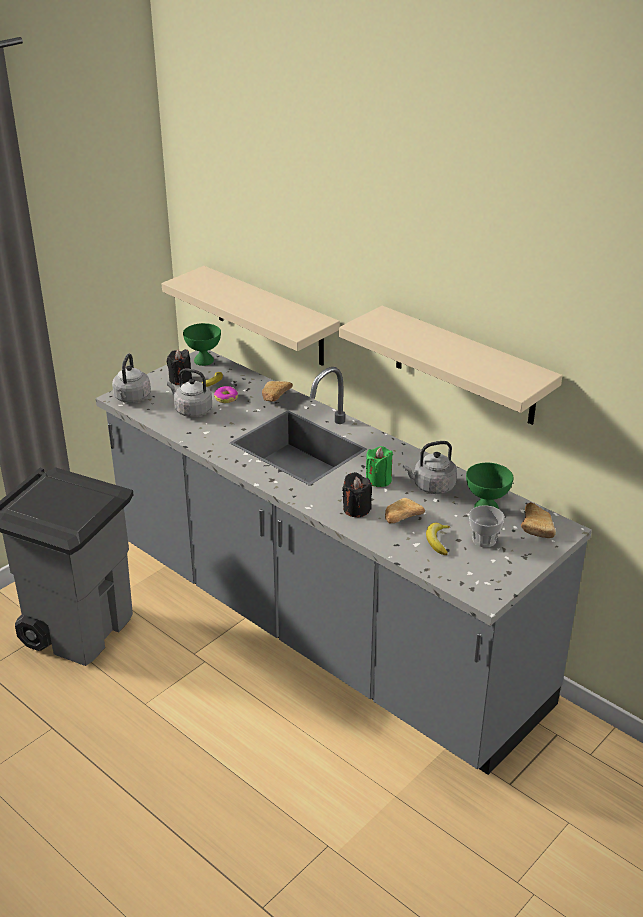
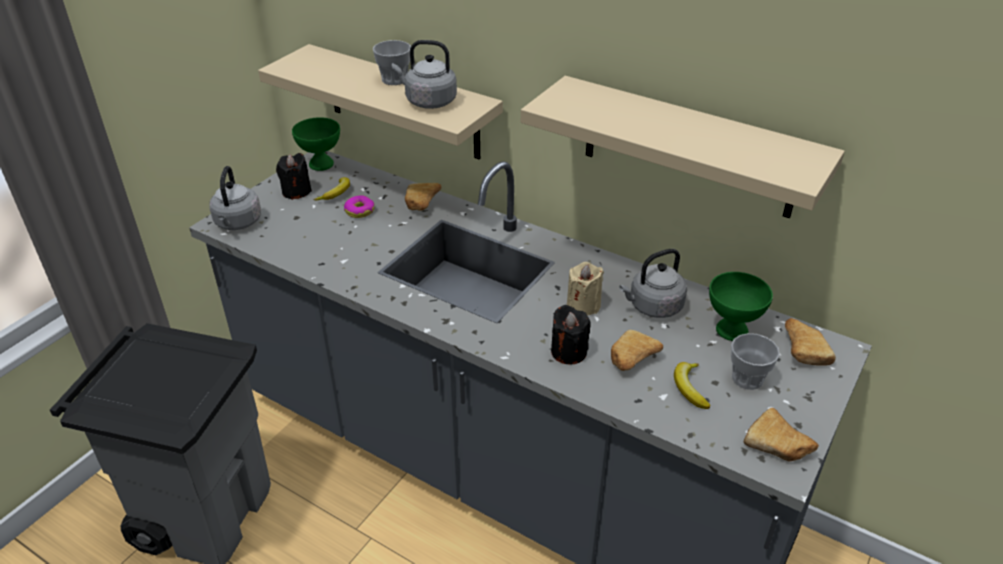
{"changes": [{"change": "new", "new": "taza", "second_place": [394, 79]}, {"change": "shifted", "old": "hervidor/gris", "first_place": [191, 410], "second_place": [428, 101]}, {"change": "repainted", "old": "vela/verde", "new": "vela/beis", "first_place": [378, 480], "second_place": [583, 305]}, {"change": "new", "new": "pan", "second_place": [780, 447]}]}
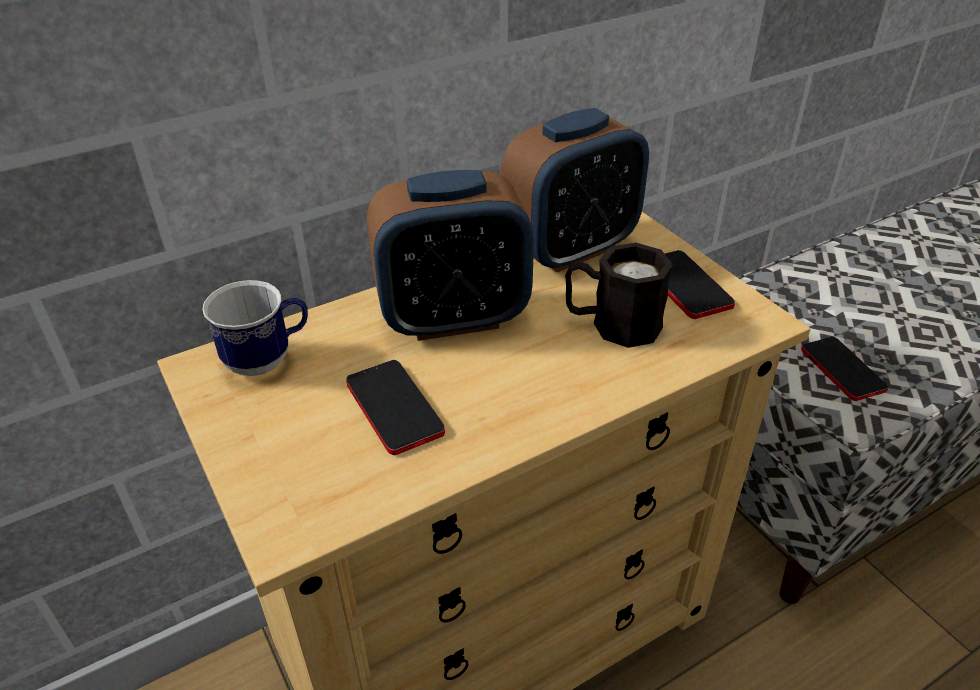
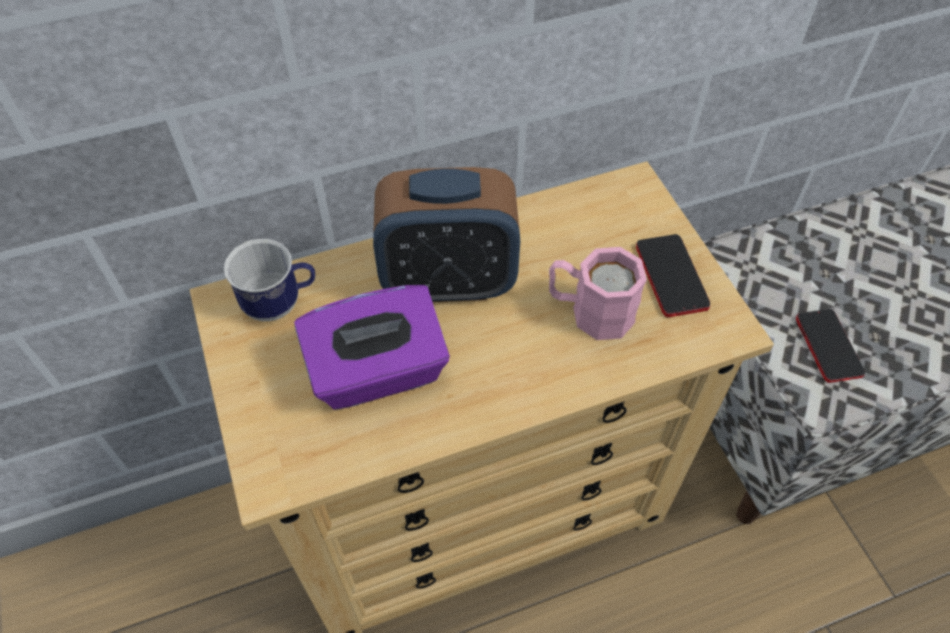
{"changes": [{"change": "swapped", "old": "móvil", "new": "caja de pañuelos/morado", "first_place": [394, 407], "second_place": [378, 372]}, {"change": "repainted", "old": "taza grande/negro", "new": "taza grande/rosa", "first_place": [612, 324], "second_place": [590, 311]}, {"change": "gone", "old": "despertador", "first_place": [571, 249]}]}
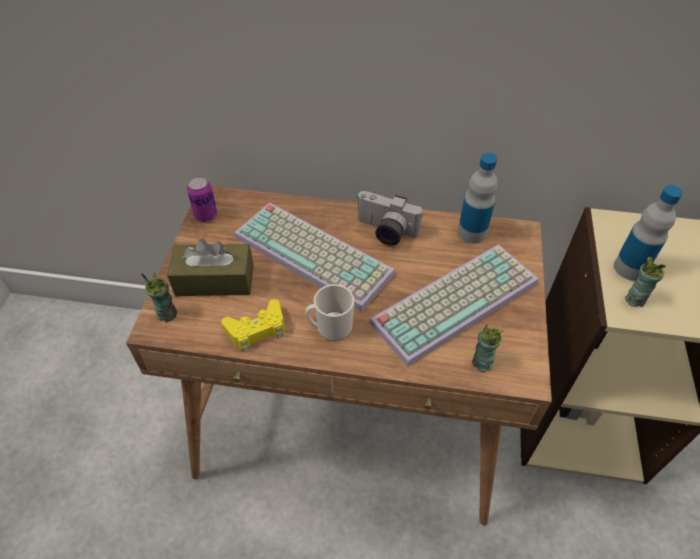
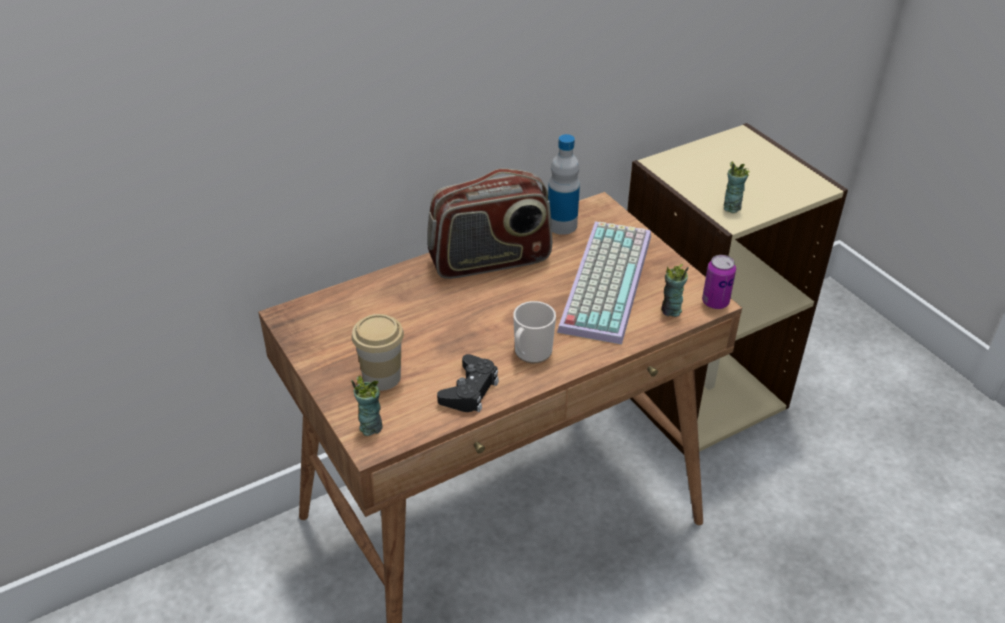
{"changes": [{"change": "swapped", "old": "caja de pañuelos/marrón", "new": "taza", "first_place": [215, 280], "second_place": [381, 377]}, {"change": "swapped", "old": "cámara", "new": "radio", "first_place": [385, 232], "second_place": [490, 260]}, {"change": "repainted", "old": "mando de consola/amarillo", "new": "mando de consola/negro", "first_place": [257, 329], "second_place": [470, 390]}, {"change": "shifted", "old": "lata", "first_place": [206, 215], "second_place": [715, 302]}, {"change": "gone", "old": "teclado", "first_place": [316, 254]}, {"change": "gone", "old": "botella", "first_place": [629, 268]}]}
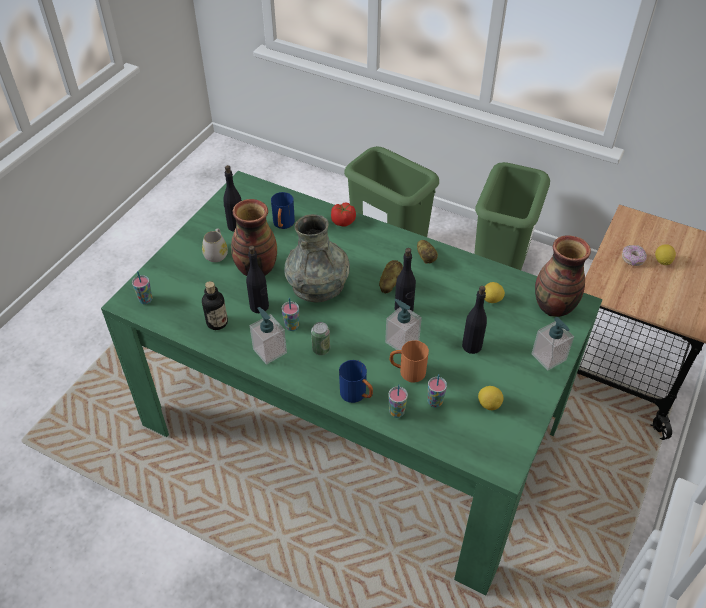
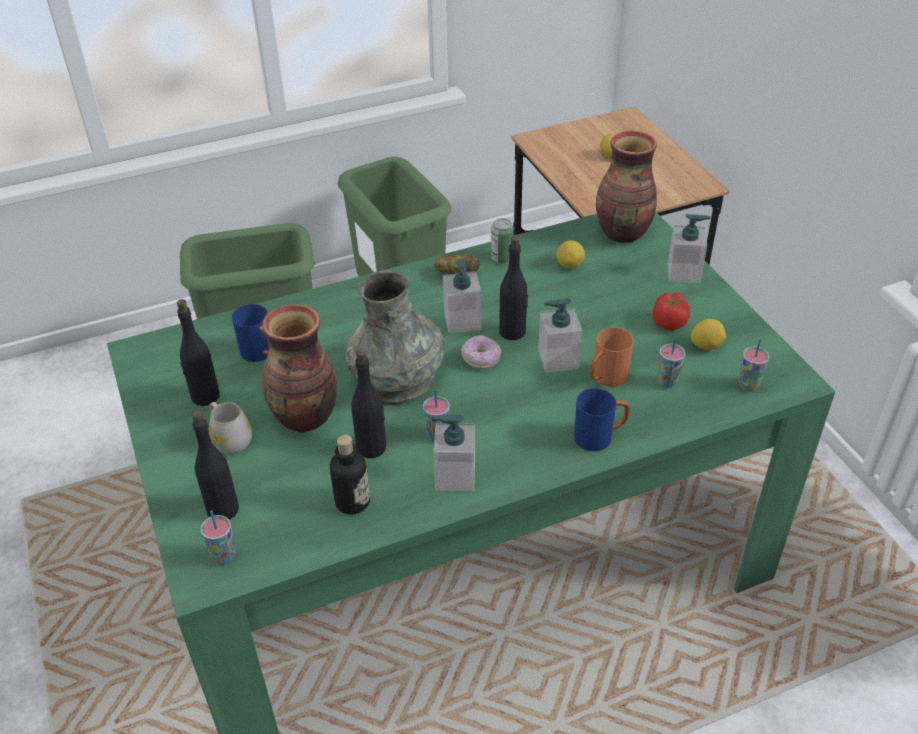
{"changes": [{"change": "shifted", "old": "botella/negro", "first_place": [472, 346], "second_place": [222, 509]}, {"change": "swapped", "old": "patata", "new": "dispensador de jabón", "first_place": [389, 283], "second_place": [462, 321]}, {"change": "shifted", "old": "rosquilla", "first_place": [632, 259], "second_place": [481, 359]}, {"change": "shifted", "old": "lata", "first_place": [321, 349], "second_place": [501, 258]}, {"change": "shifted", "old": "tomate", "first_place": [343, 221], "second_place": [669, 322]}, {"change": "shifted", "old": "taza", "first_place": [396, 412], "second_place": [748, 385]}]}
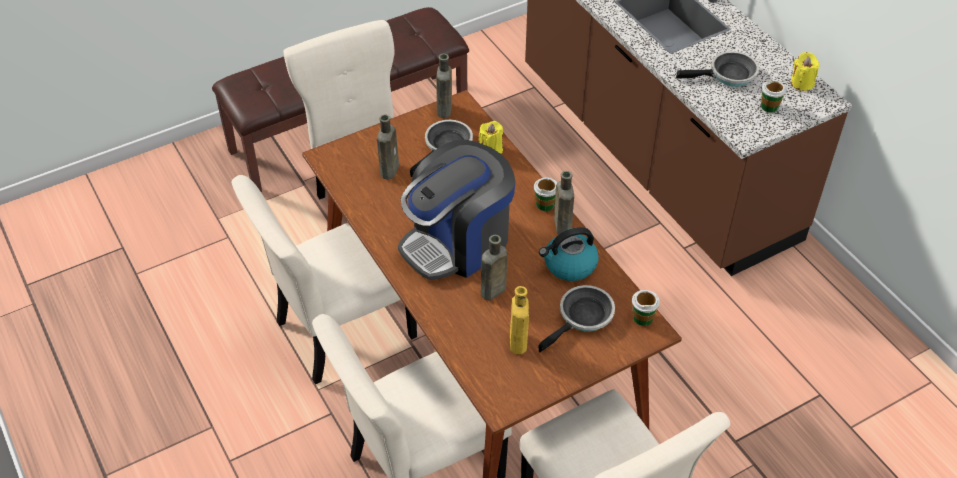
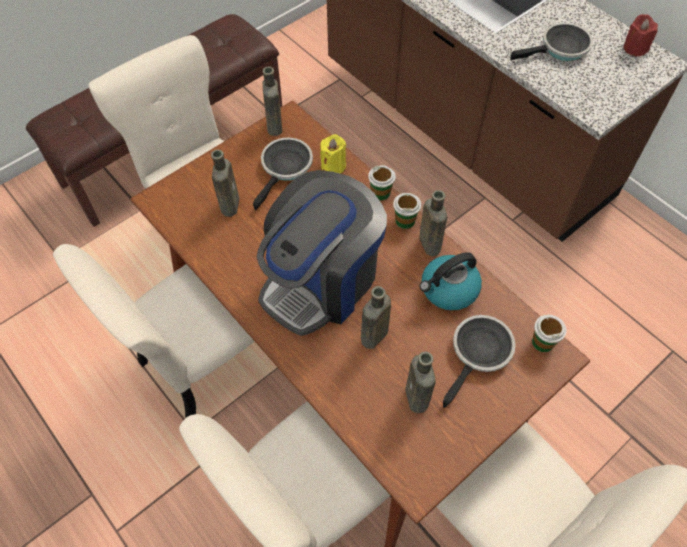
{"changes": [{"change": "shifted", "old": "taza", "first_place": [769, 106], "second_place": [380, 193]}, {"change": "repainted", "old": "botella/amarillo", "new": "botella/marrón", "first_place": [518, 344], "second_place": [417, 400]}, {"change": "repainted", "old": "vela/amarillo", "new": "vela/rojo", "first_place": [802, 83], "second_place": [635, 48]}]}
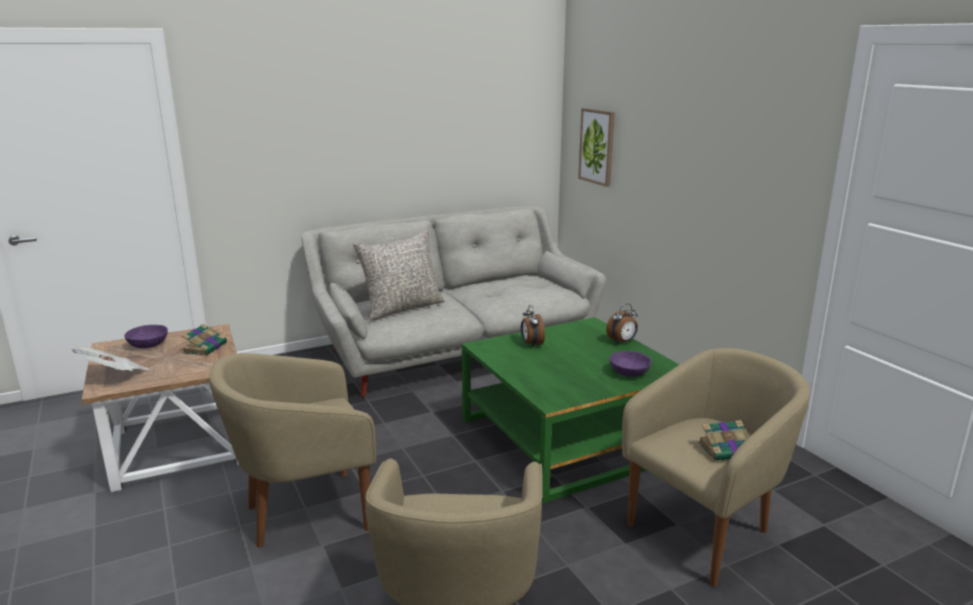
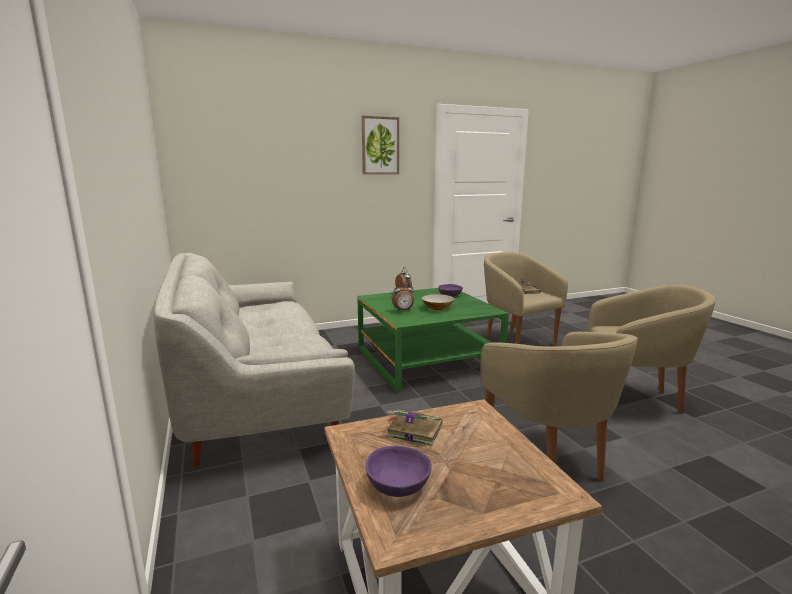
{"changes": [{"change": "shifted", "old": "cuadro", "first_place": [597, 146], "second_place": [380, 145]}, {"change": "new", "new": "cuenco", "second_place": [437, 308]}, {"change": "gone", "old": "periódico", "first_place": [113, 375]}, {"change": "gone", "old": "cojín/gris", "first_place": [402, 308]}]}
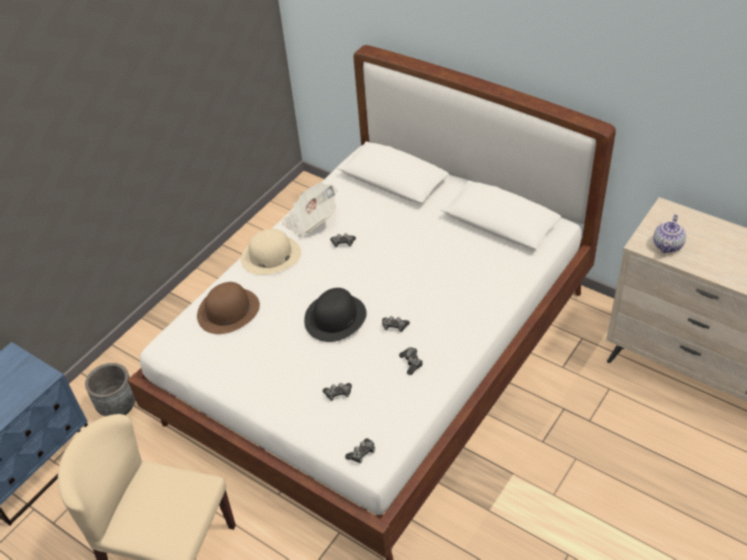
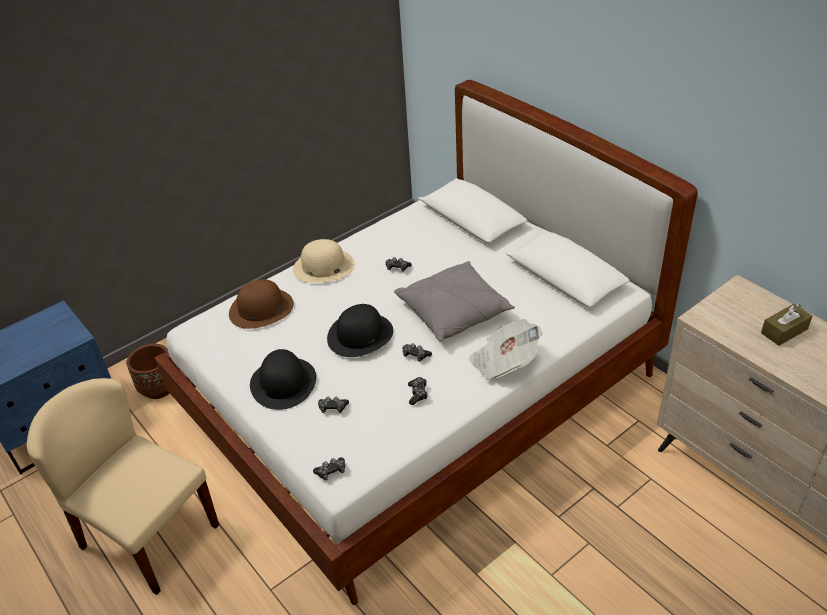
{"changes": [{"change": "repainted", "old": "maceta/gris", "new": "maceta/marrón", "first_place": [118, 406], "second_place": [159, 388]}, {"change": "new", "new": "sombrero/negro", "second_place": [283, 382]}, {"change": "new", "new": "cojín/gris", "second_place": [454, 312]}, {"change": "shifted", "old": "periódico", "first_place": [311, 220], "second_place": [504, 362]}, {"change": "new", "new": "caja de pañuelos/marrón", "second_place": [784, 331]}, {"change": "gone", "old": "tetera", "first_place": [668, 246]}]}
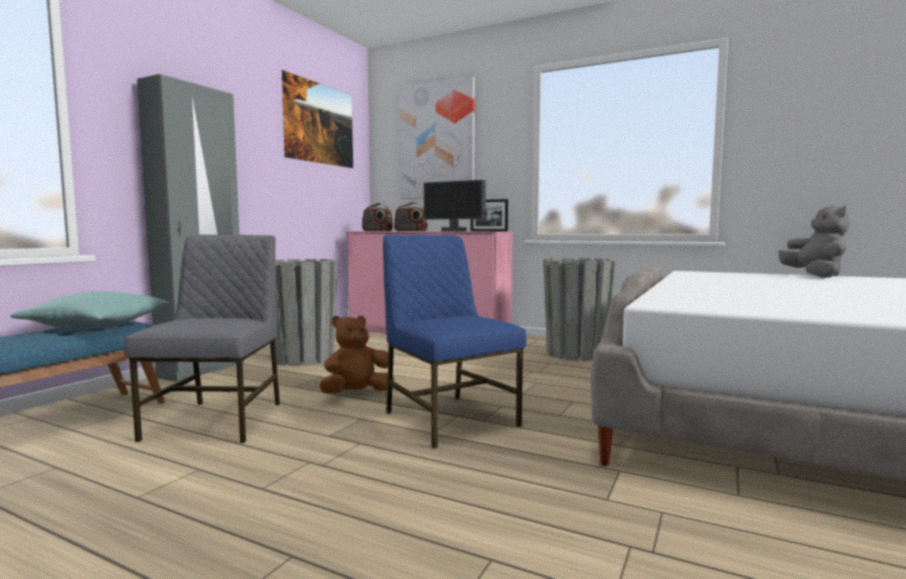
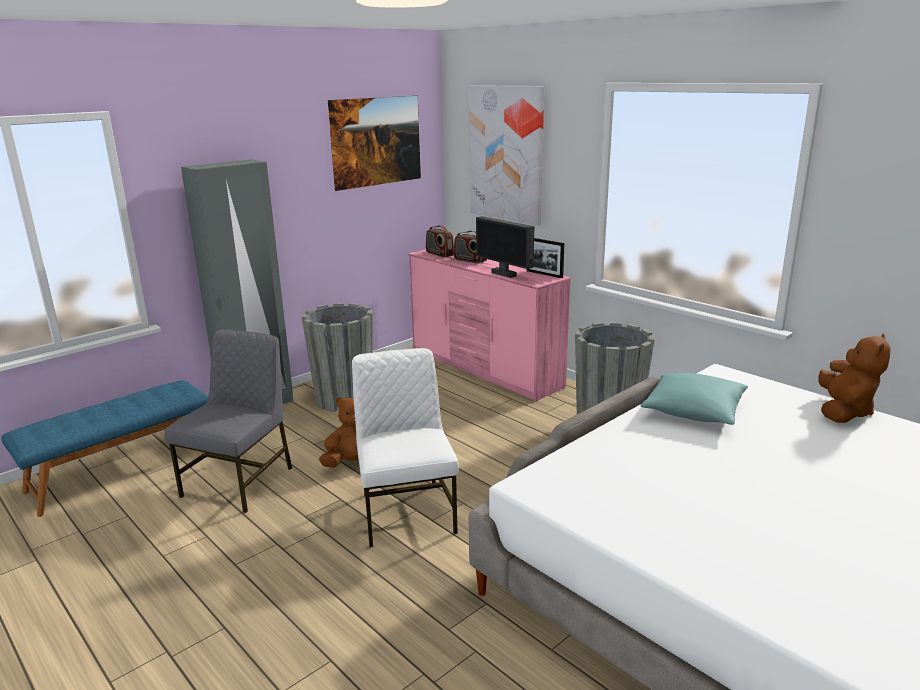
{"changes": [{"change": "repainted", "old": "silla/azul", "new": "silla/blanco", "first_place": [448, 418], "second_place": [406, 512]}, {"change": "shifted", "old": "cojín/turquesa", "first_place": [97, 327], "second_place": [693, 411]}, {"change": "repainted", "old": "peluche/gris", "new": "peluche/marrón", "first_place": [815, 276], "second_place": [843, 411]}]}
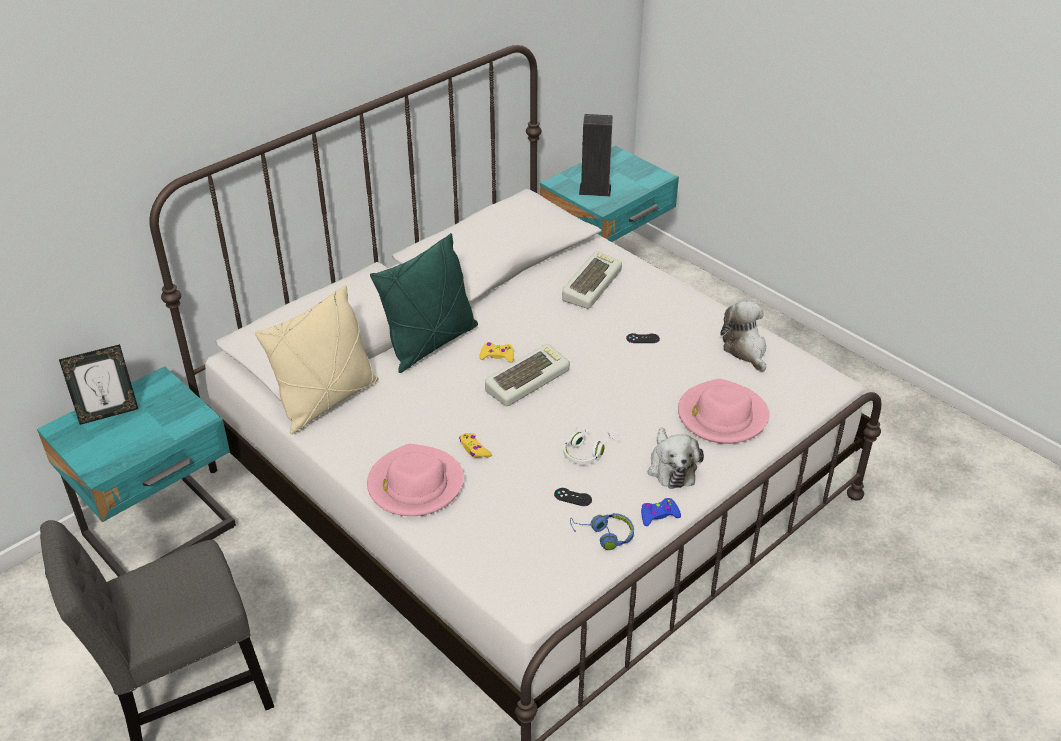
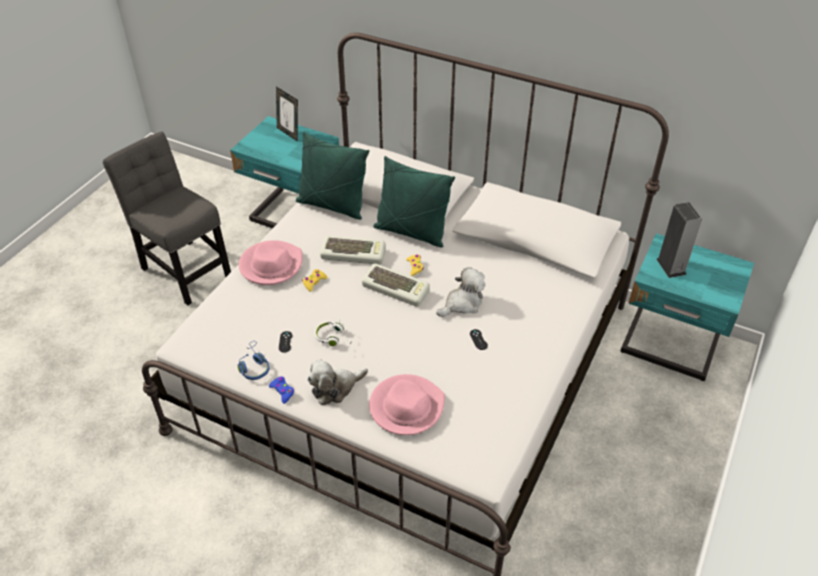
{"changes": [{"change": "repainted", "old": "cojín/beis", "new": "cojín/verde", "first_place": [327, 401], "second_place": [332, 206]}, {"change": "shifted", "old": "teclado", "first_place": [590, 284], "second_place": [354, 253]}, {"change": "shifted", "old": "peluche", "first_place": [745, 349], "second_place": [462, 303]}]}
